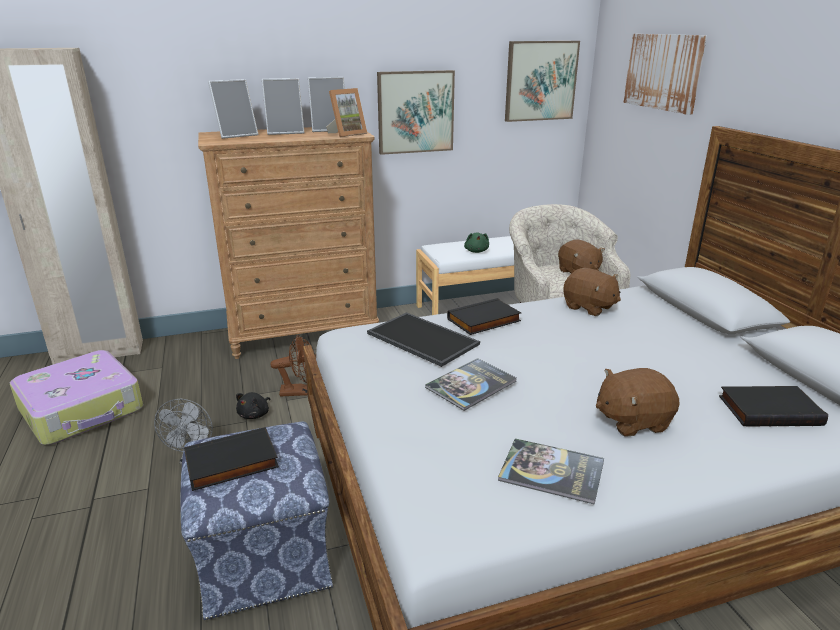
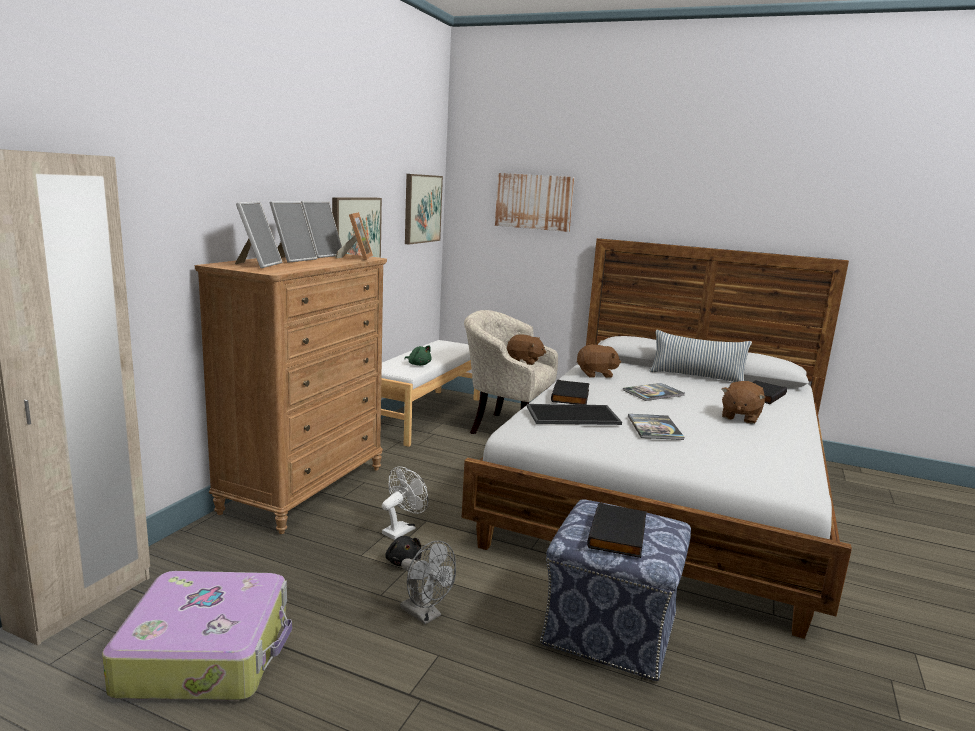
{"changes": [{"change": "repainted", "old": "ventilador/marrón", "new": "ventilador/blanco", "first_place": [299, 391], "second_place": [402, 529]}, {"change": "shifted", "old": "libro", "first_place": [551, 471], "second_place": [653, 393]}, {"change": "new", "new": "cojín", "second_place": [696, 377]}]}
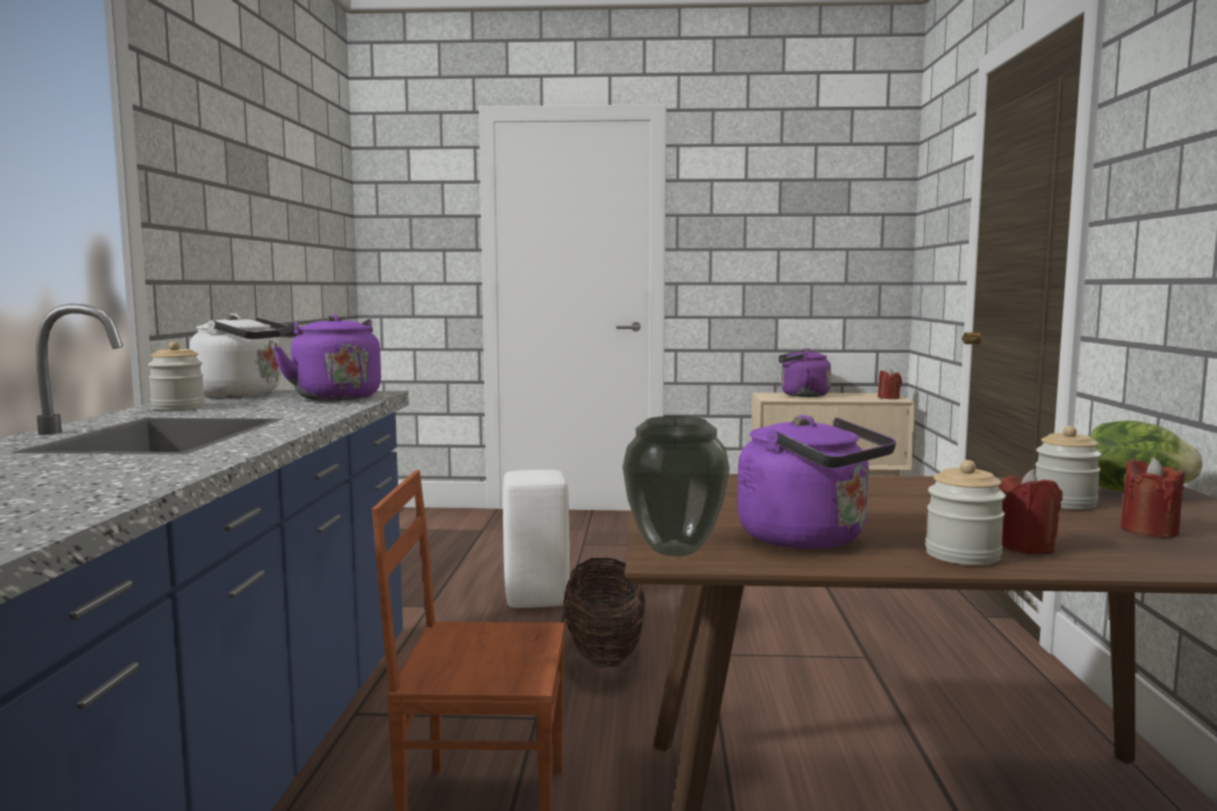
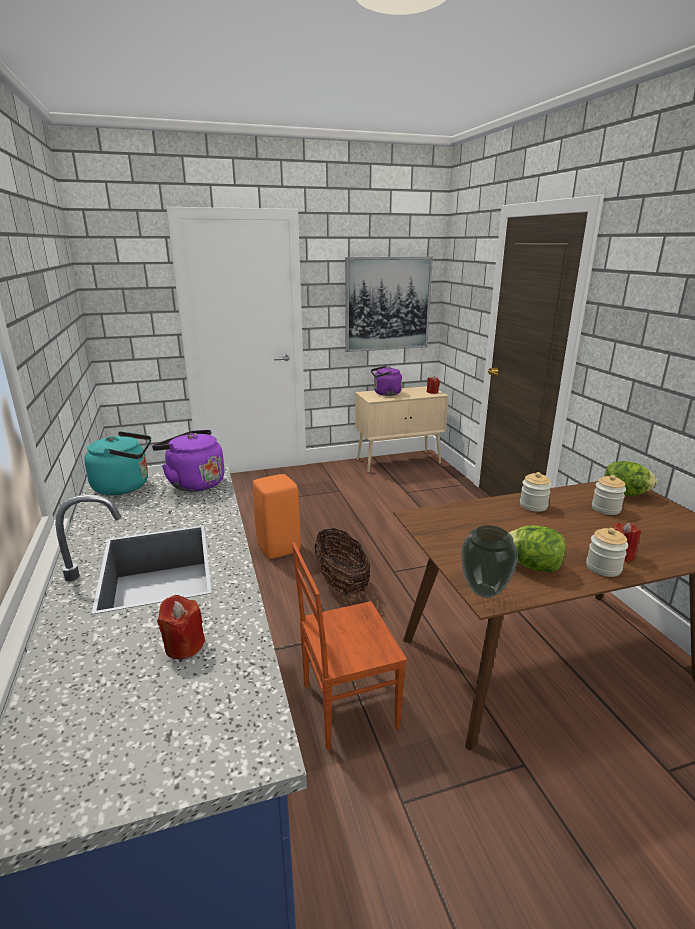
{"changes": [{"change": "repainted", "old": "hervidor/blanco", "new": "hervidor/turquesa", "first_place": [244, 394], "second_place": [125, 486]}, {"change": "shifted", "old": "vela/rojo", "first_place": [1149, 531], "second_place": [184, 646]}, {"change": "repainted", "old": "taburete/blanco", "new": "taburete/naranja", "first_place": [537, 599], "second_place": [279, 549]}, {"change": "new", "new": "cuadro", "second_place": [387, 304]}, {"change": "swapped", "old": "hervidor/morado", "new": "lechuga", "first_place": [810, 539], "second_place": [532, 566]}, {"change": "shifted", "old": "tarro", "first_place": [178, 407], "second_place": [533, 506]}]}
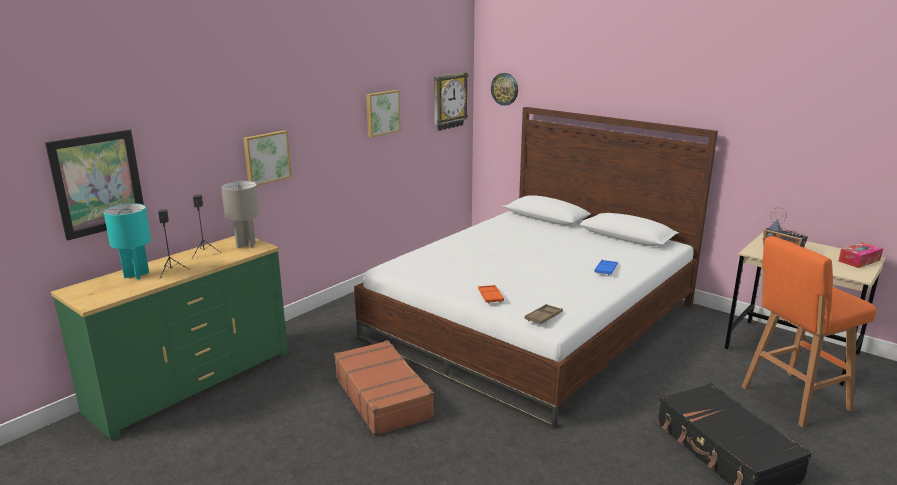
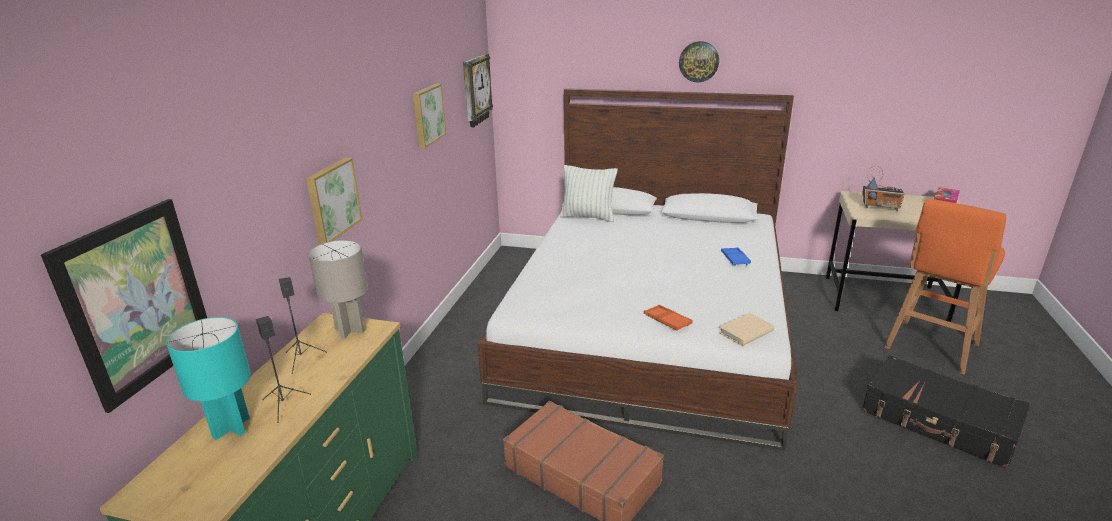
{"changes": [{"change": "new", "new": "cojín", "second_place": [588, 217]}, {"change": "shifted", "old": "reloj de pared", "first_place": [505, 89], "second_place": [699, 61]}, {"change": "swapped", "old": "bandeja/marrón", "new": "libro/beis", "first_place": [543, 317], "second_place": [746, 332]}]}
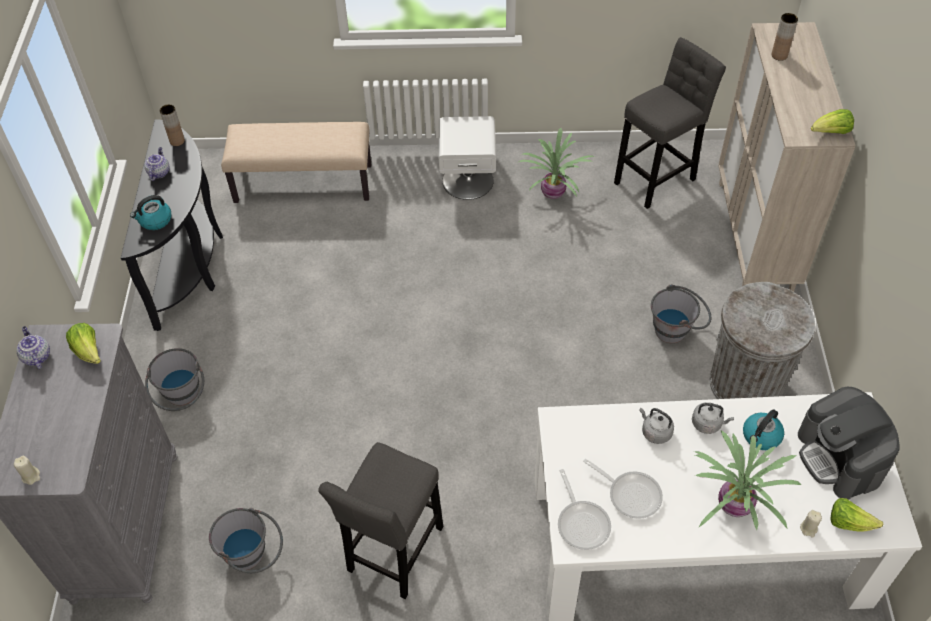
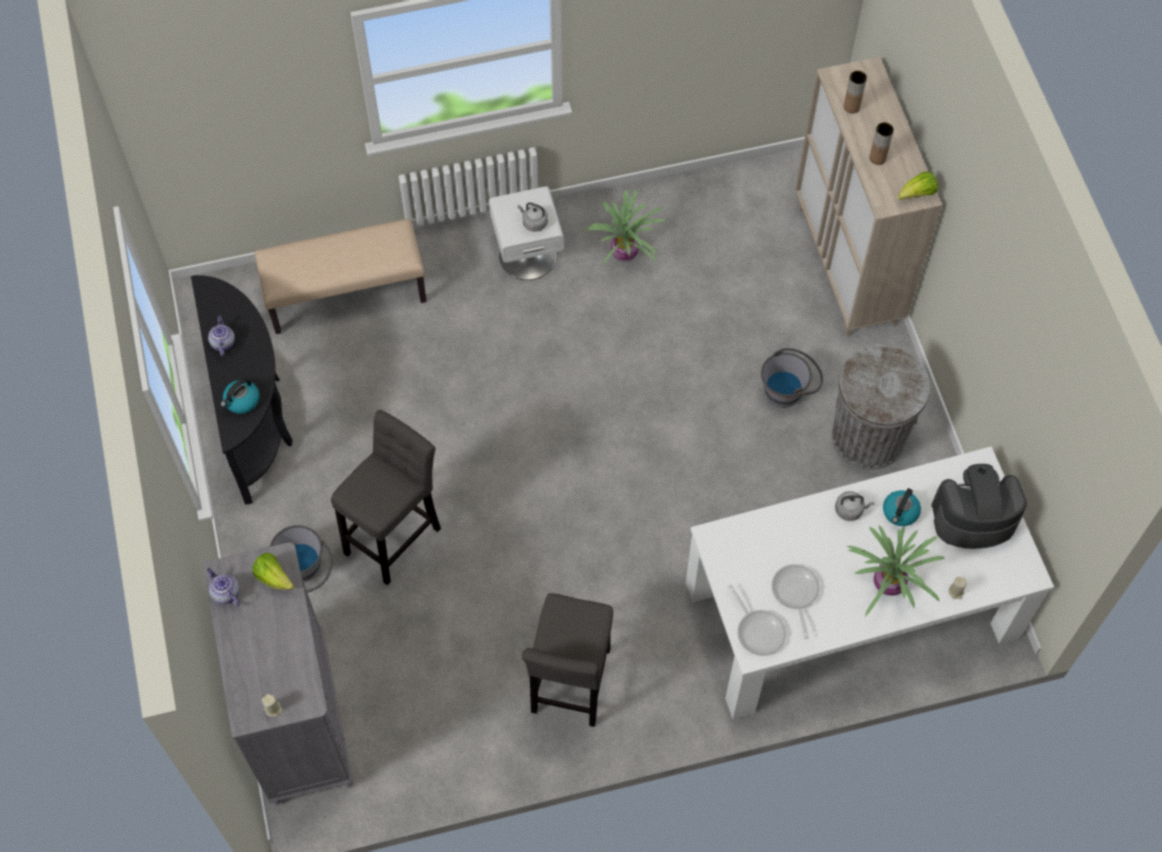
{"changes": [{"change": "shifted", "old": "taburete/gris", "first_place": [657, 178], "second_place": [395, 536]}, {"change": "shifted", "old": "hervidor/gris", "first_place": [655, 432], "second_place": [533, 222]}, {"change": "rotated", "old": "sartén", "first_place": [630, 494], "second_place": [795, 594], "degrees": -120}, {"change": "shifted", "old": "florero/marrón", "first_place": [177, 141], "second_place": [877, 158]}, {"change": "rotated", "old": "cafetera", "first_place": [840, 457], "second_place": [973, 518], "degrees": 120}, {"change": "gone", "old": "cubo/gris", "first_place": [253, 556]}, {"change": "gone", "old": "lechuga", "first_place": [848, 522]}]}
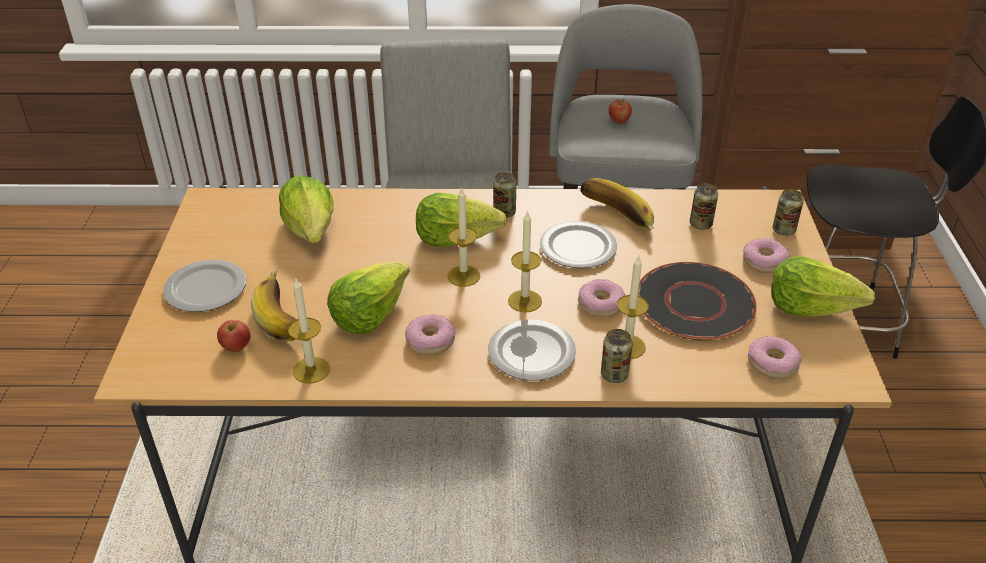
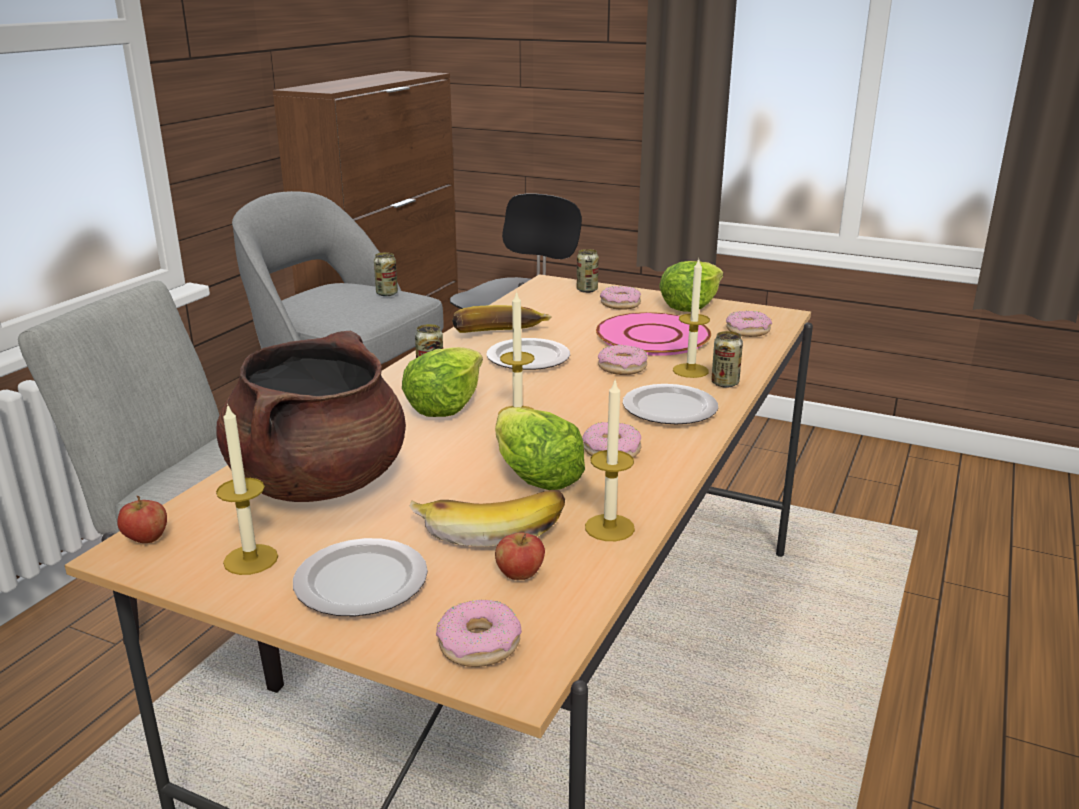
{"changes": [{"change": "shifted", "old": "manzana", "first_place": [619, 121], "second_place": [146, 539]}, {"change": "swapped", "old": "lechuga", "new": "olla/marrón", "first_place": [311, 229], "second_place": [319, 482]}, {"change": "shifted", "old": "vela", "first_place": [525, 301], "second_place": [251, 559]}, {"change": "shifted", "old": "lata", "first_place": [700, 224], "second_place": [387, 293]}, {"change": "new", "new": "rosquilla", "second_place": [479, 644]}, {"change": "repainted", "old": "plato/negro", "new": "plato/rosa", "first_place": [694, 302], "second_place": [652, 336]}]}
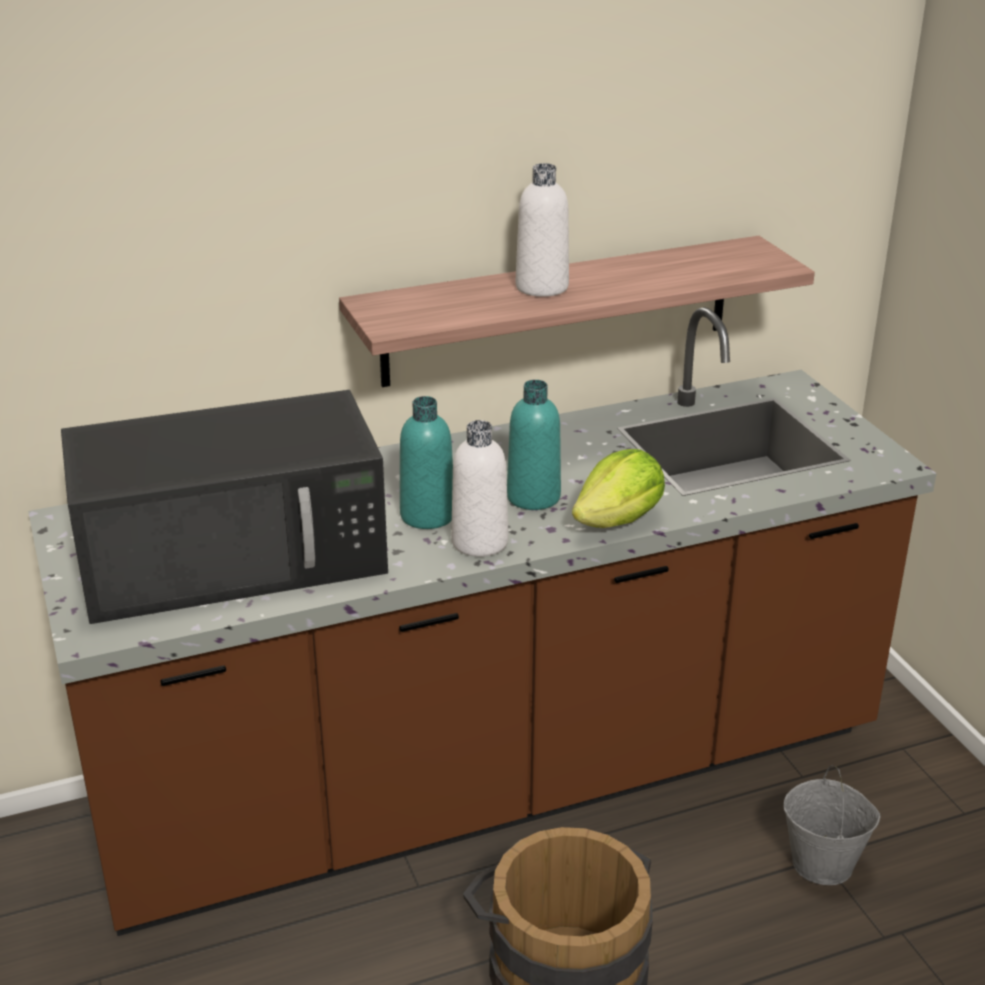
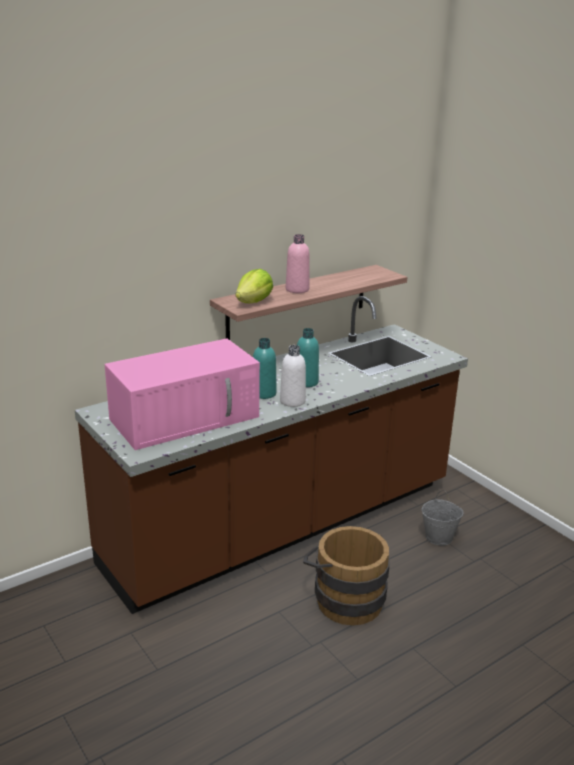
{"changes": [{"change": "repainted", "old": "microondas/negro", "new": "microondas/rosa", "first_place": [236, 555], "second_place": [186, 417]}, {"change": "shifted", "old": "lechuga", "first_place": [619, 520], "second_place": [254, 302]}, {"change": "repainted", "old": "botella/blanco", "new": "botella/rosa", "first_place": [542, 287], "second_place": [297, 289]}]}
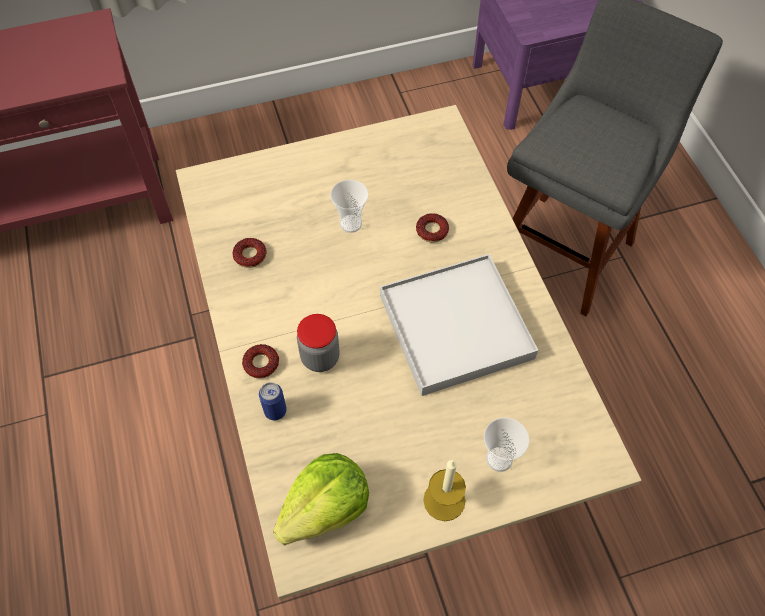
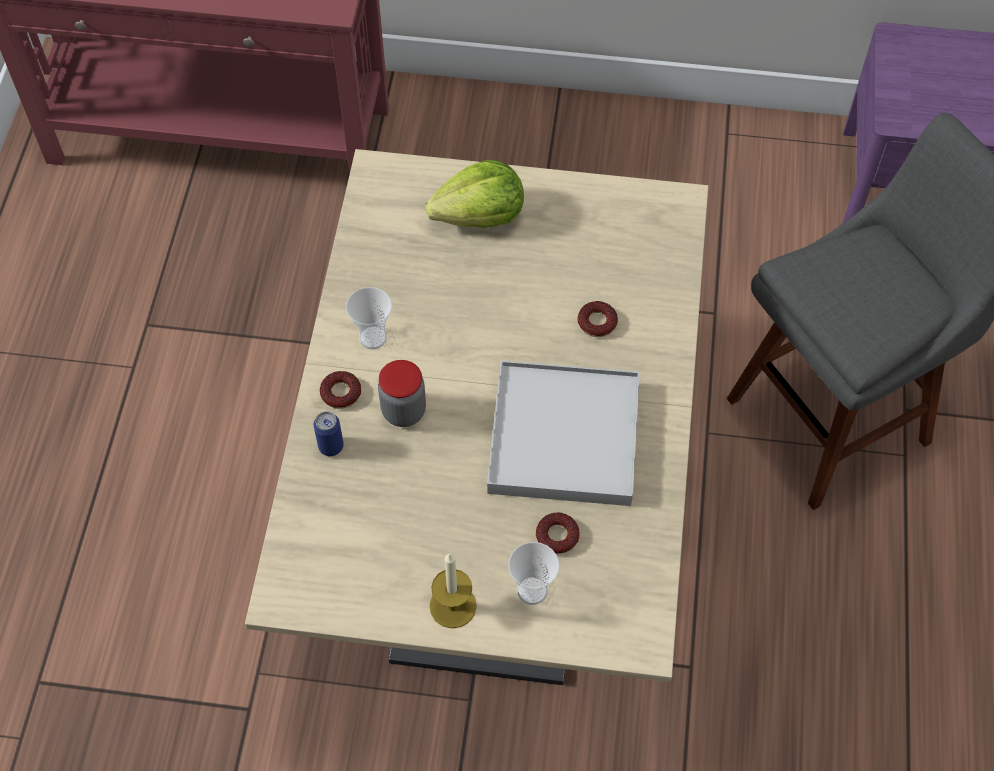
{"changes": [{"change": "shifted", "old": "taza", "first_place": [350, 223], "second_place": [373, 338]}, {"change": "shifted", "old": "lechuga", "first_place": [325, 508], "second_place": [480, 216]}, {"change": "shifted", "old": "rosquilla", "first_place": [250, 255], "second_place": [557, 536]}]}
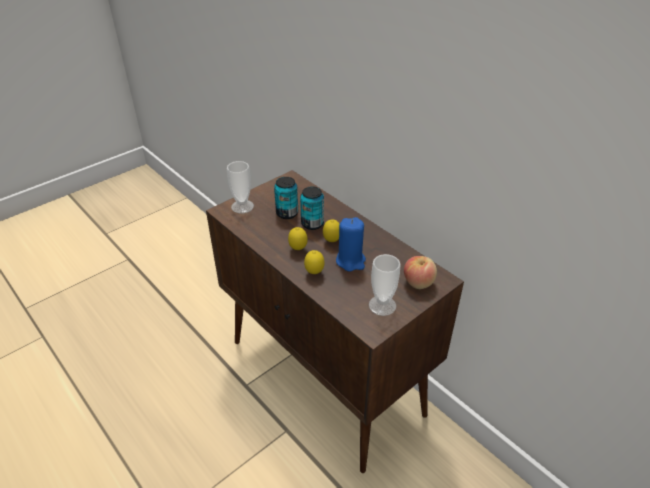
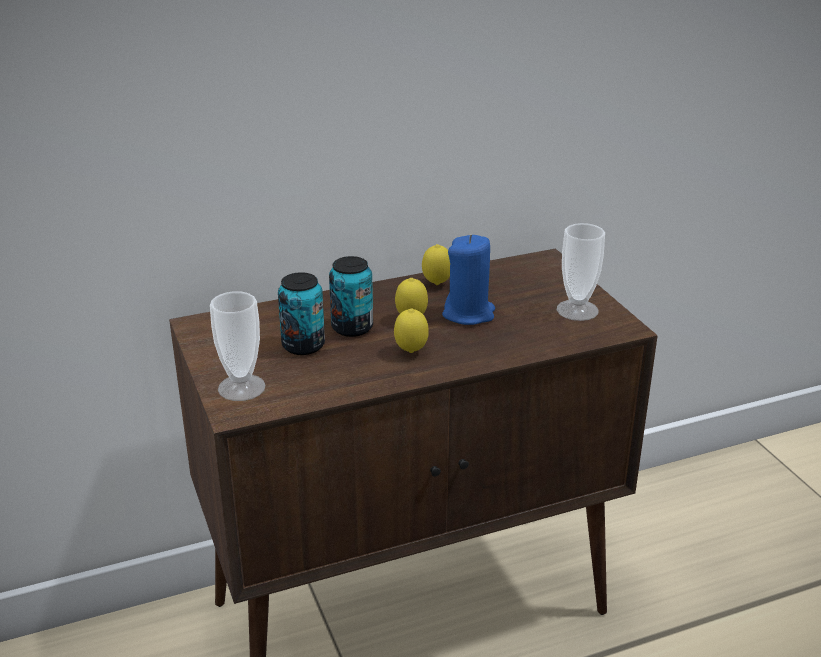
{"changes": [{"change": "shifted", "old": "limón", "first_place": [314, 273], "second_place": [437, 284]}, {"change": "gone", "old": "manzana", "first_place": [418, 282]}]}
